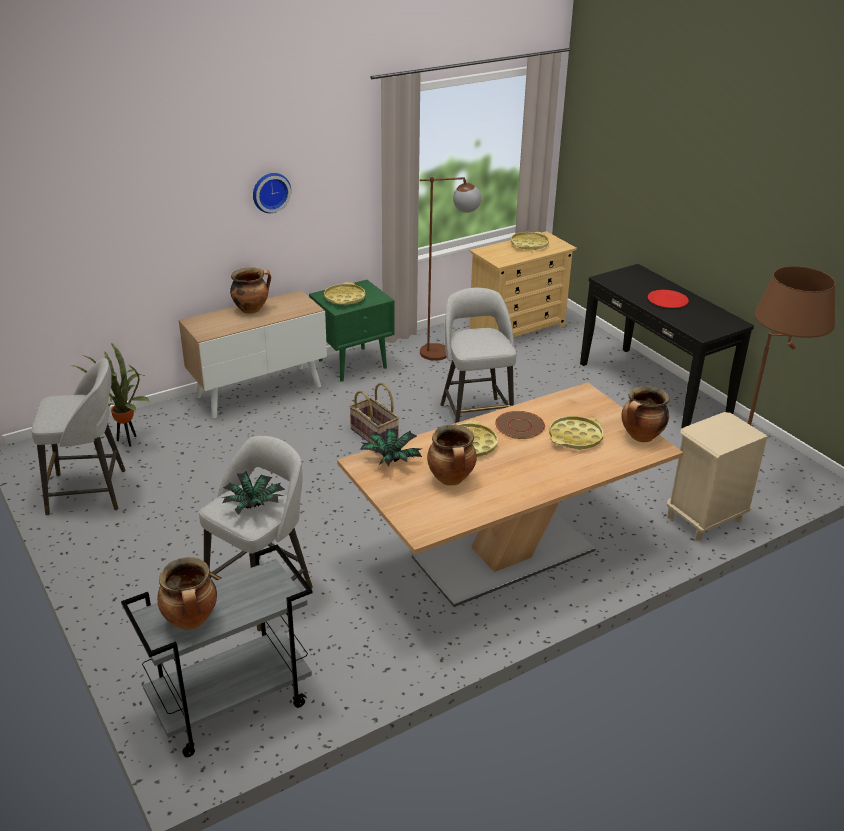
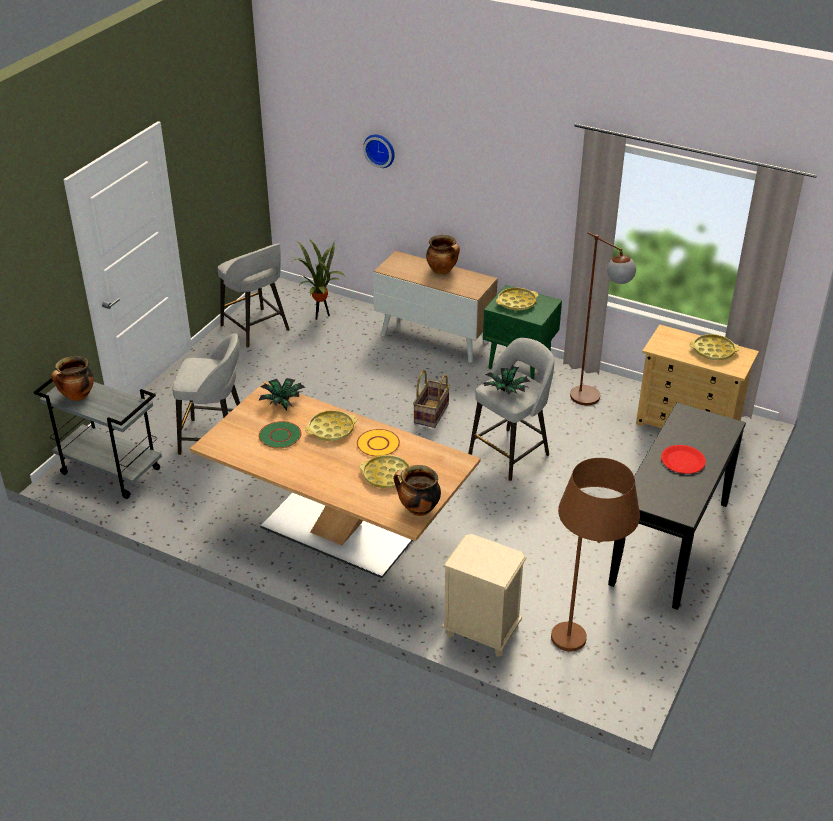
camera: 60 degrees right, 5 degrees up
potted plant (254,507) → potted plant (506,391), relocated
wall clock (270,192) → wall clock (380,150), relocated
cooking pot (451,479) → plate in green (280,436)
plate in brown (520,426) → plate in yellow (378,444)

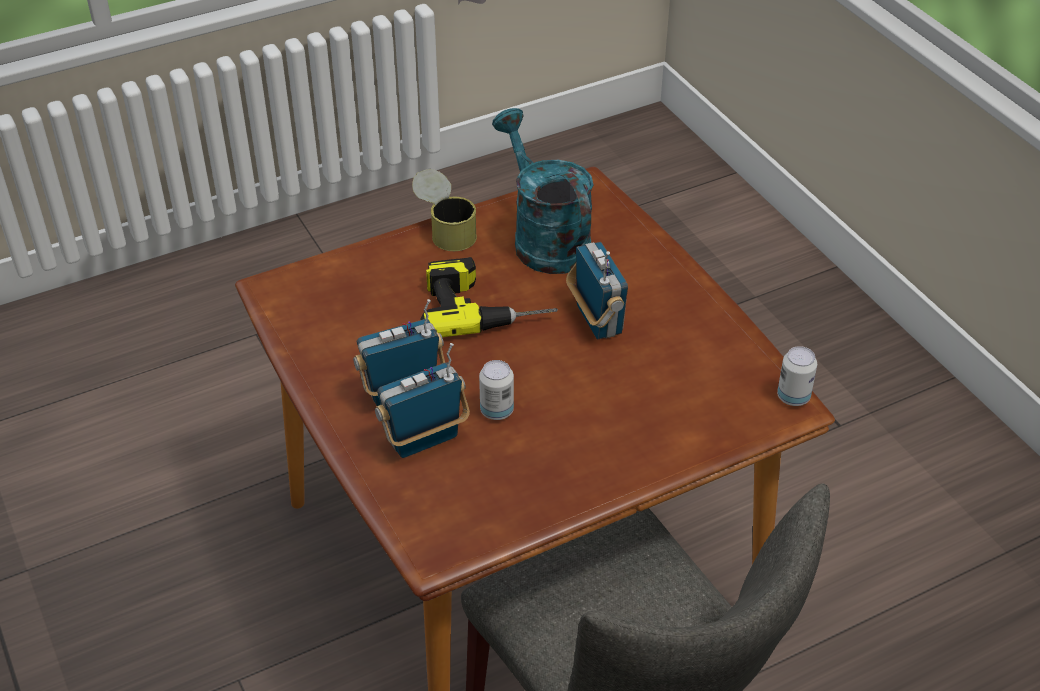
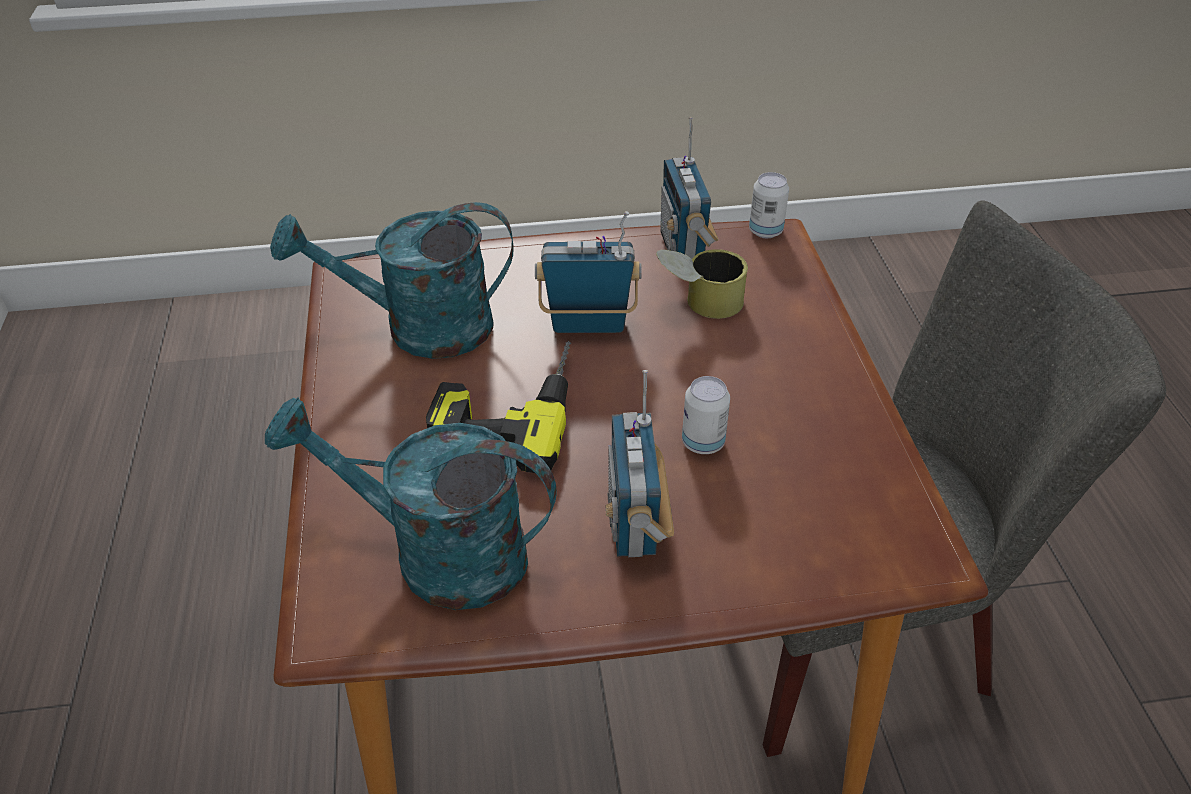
camera: 70 degrees left, 0 degrees up
radio (424,440) → radio (684,248), relocated
can (446,230) → can (698,304), relocated
- → watering can in turquoise (437,554)

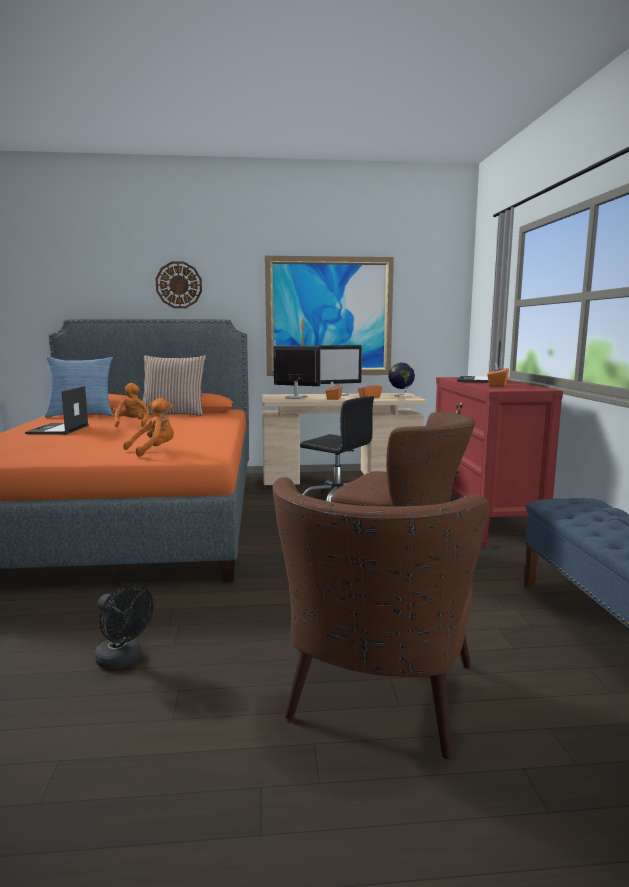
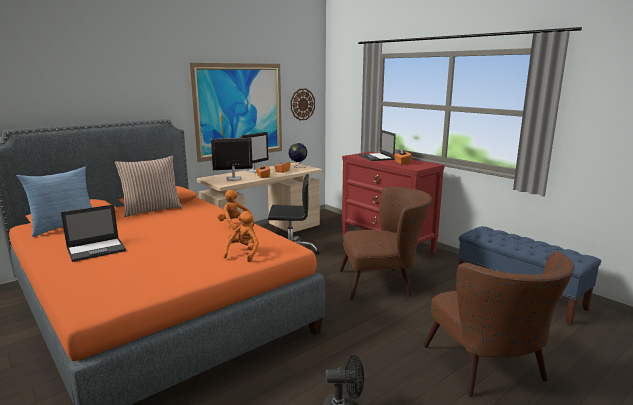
camera: 35 degrees left, 5 degrees up
laptop (58,429) → laptop (97,249), 90 degrees counterclockwise
plush toy in orange (131,424) → plush toy in orange (234,225), relocated
wall clock (179,285) → wall clock (302,104), relocated

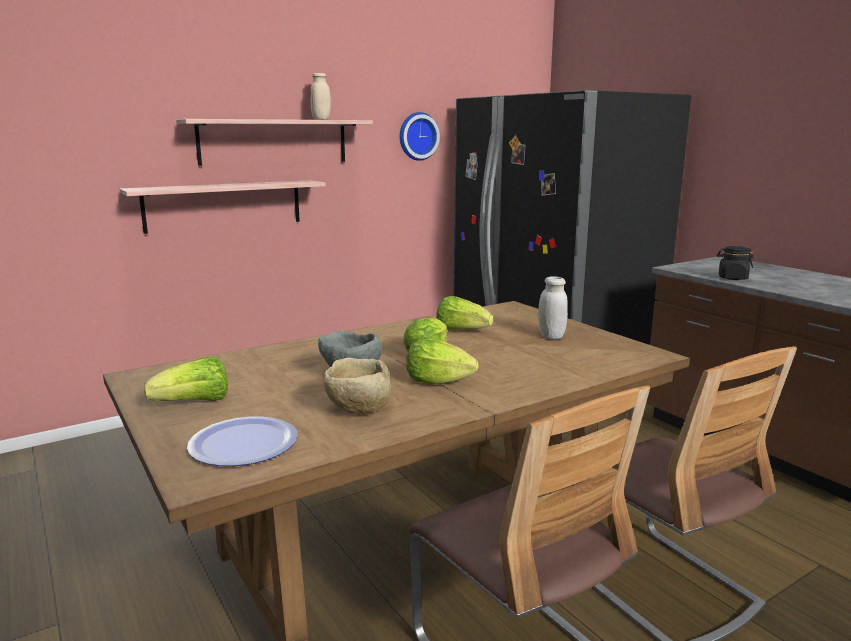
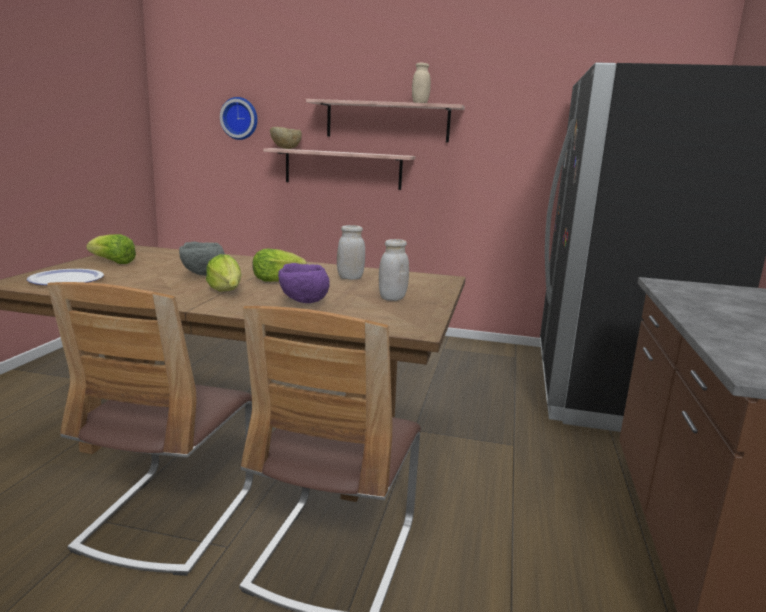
camera: 45 degrees right, 0 degrees up
bowl in beige (358,411) → bowl in beige (285,148), relocated
wall clock (417,136) → wall clock (240,118), relocated
lettuce (461,330) → jar in white (350,278)
jar in black (732,278) → -
- → bowl in purple (303,302)

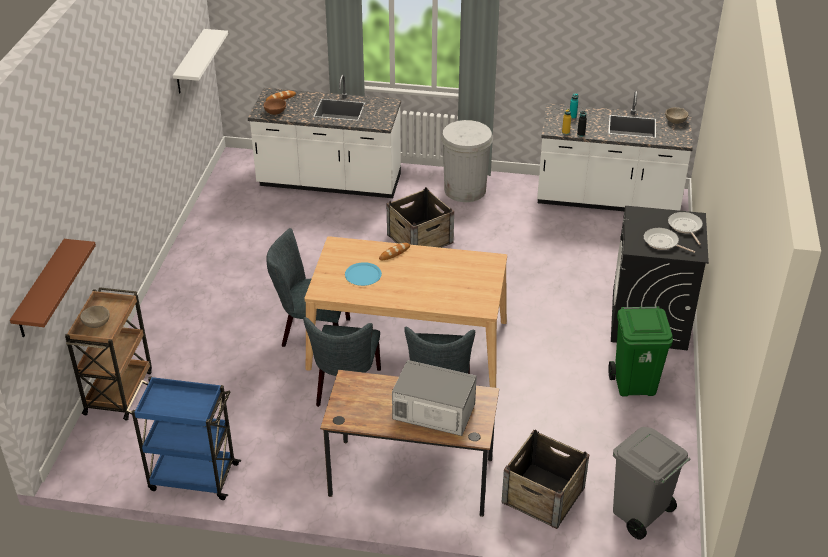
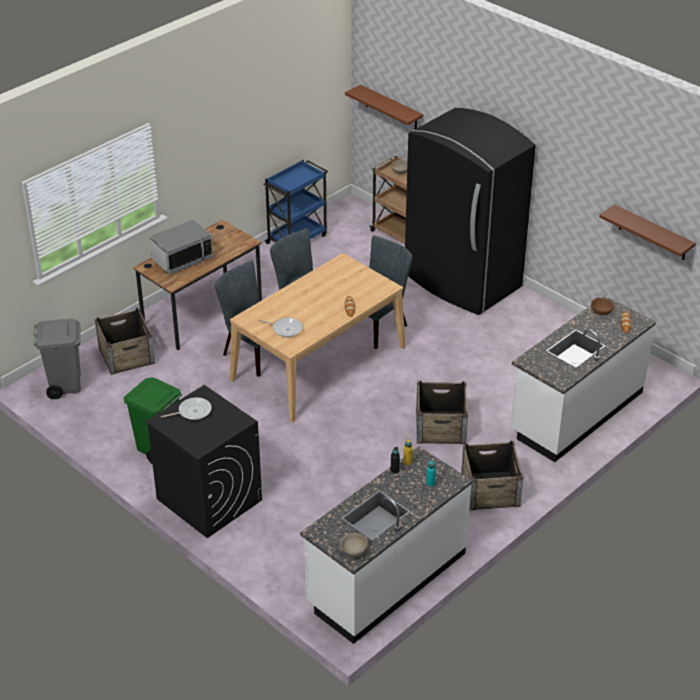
camera: 125 degrees right, 0 degrees up
shelf in white (190,62) → shelf in brown (652,233)
plate in blue (363,275) → -
trash can in white (465,190) → crate (490,490)
frying pan (685,227) → frying pan (285,329), relocated
- → fridge in black (462,282)

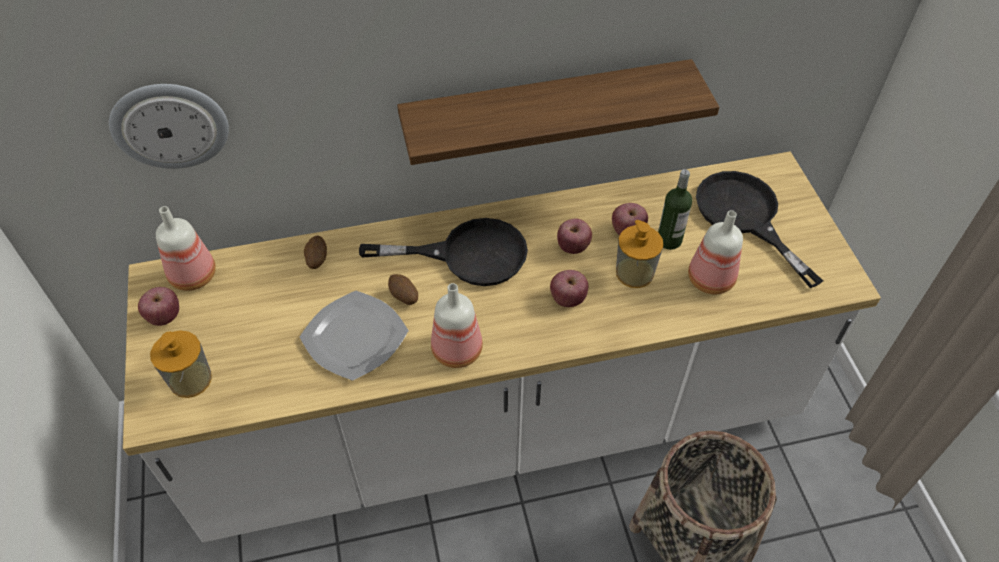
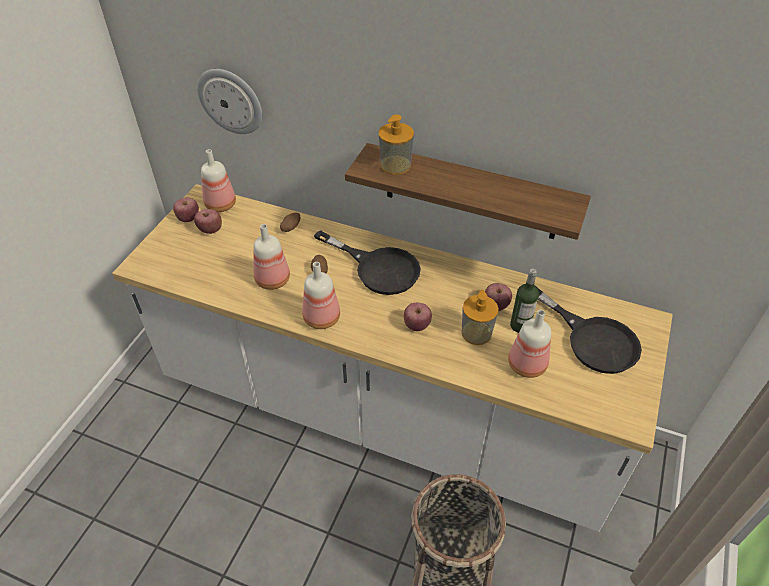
camera: 35 degrees right, 5 degrees down
soap dispenser (190,379) → soap dispenser (395,165), relocated
plate (353,337) → bottle (271,279)
apple (573,247) → apple (210,230), relocated
frying pan in black (745,217) → frying pan in black (592,339), 135 degrees clockwise

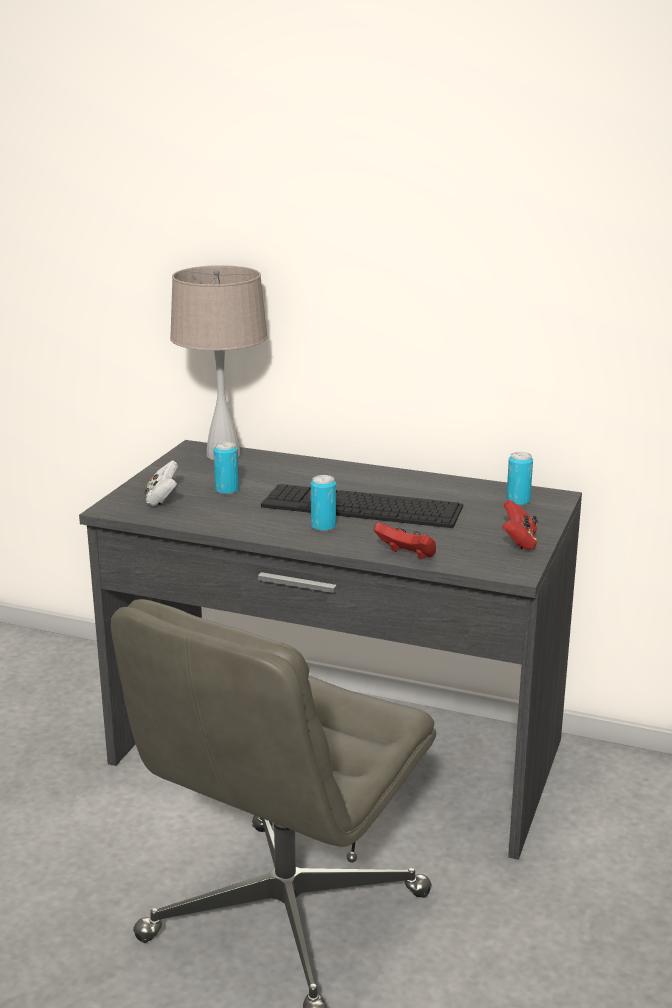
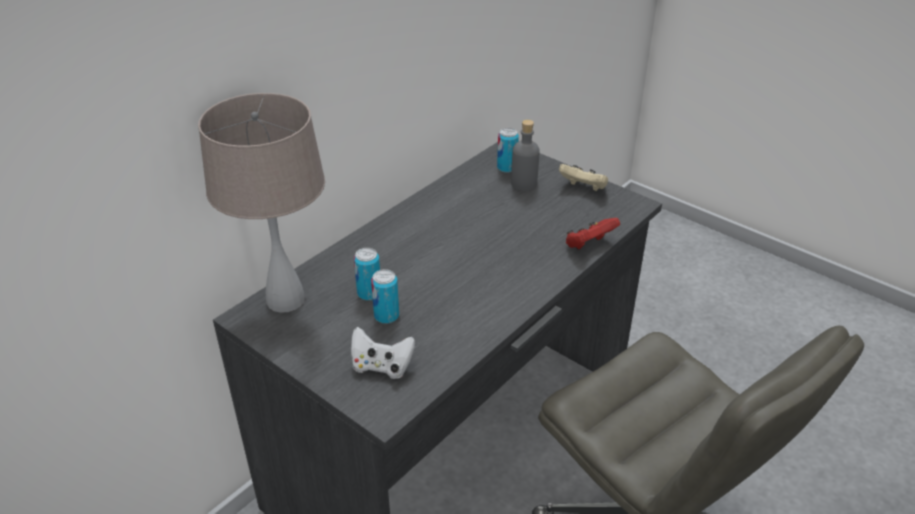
camera: 70 degrees left, 15 degrees up
keyboard (362,506) → -
can (323,526) → can (369,293), relocated
game controller in red (519,542) → game controller in beige (583,188)
- → bottle in grey (524,184)

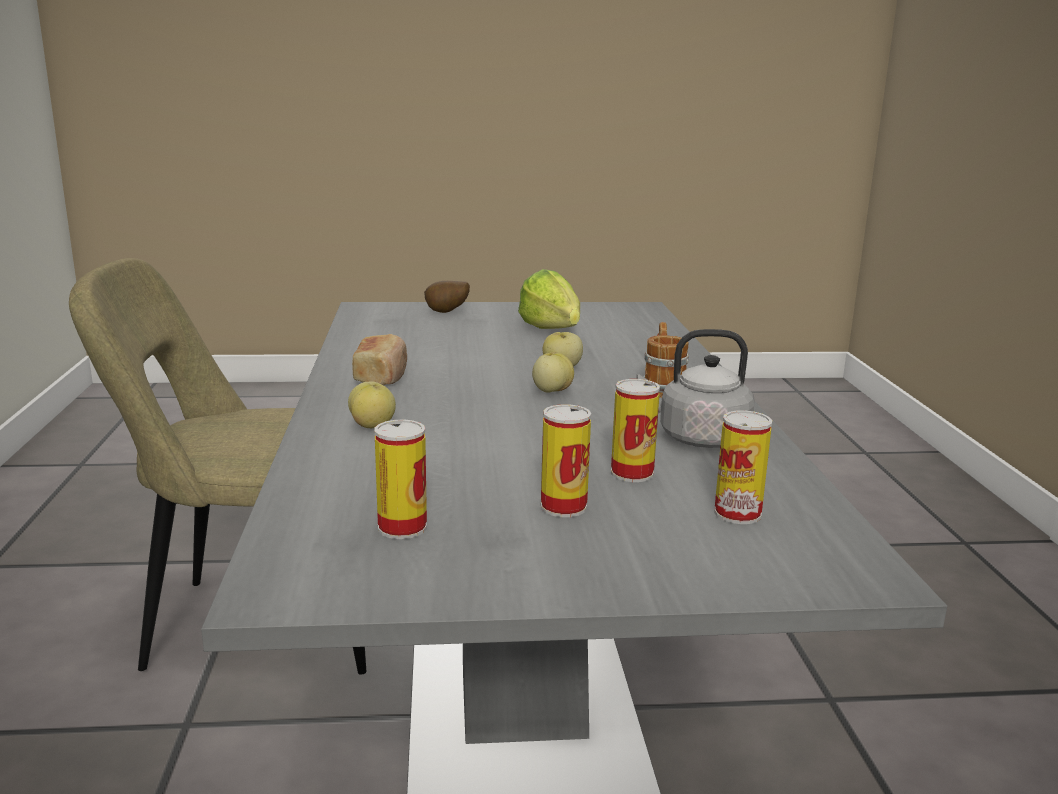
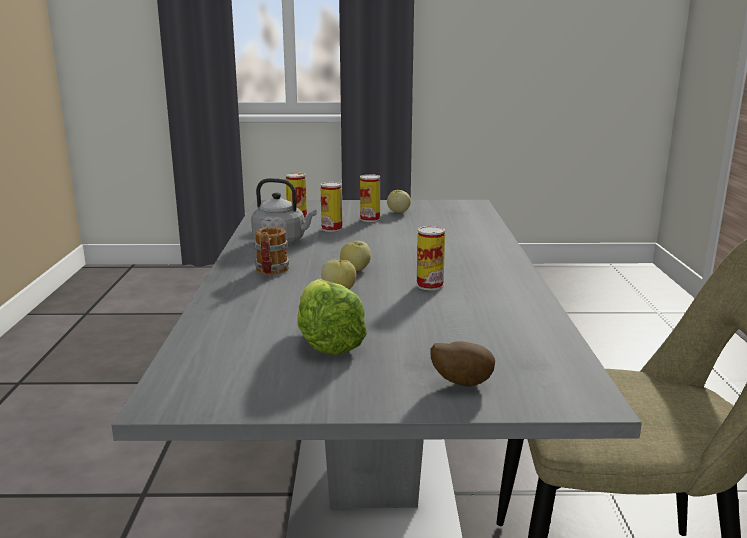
camera: 175 degrees left, 0 degrees up
apple (372,426) → apple (398,212), relocated
bread (382,375) → -
can (402,527) → can (429,285), relocated

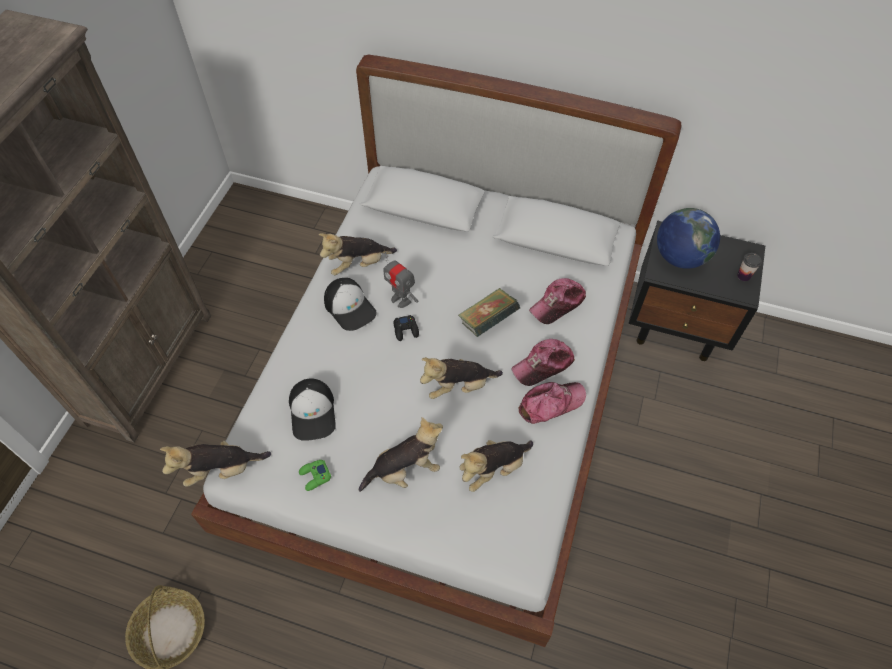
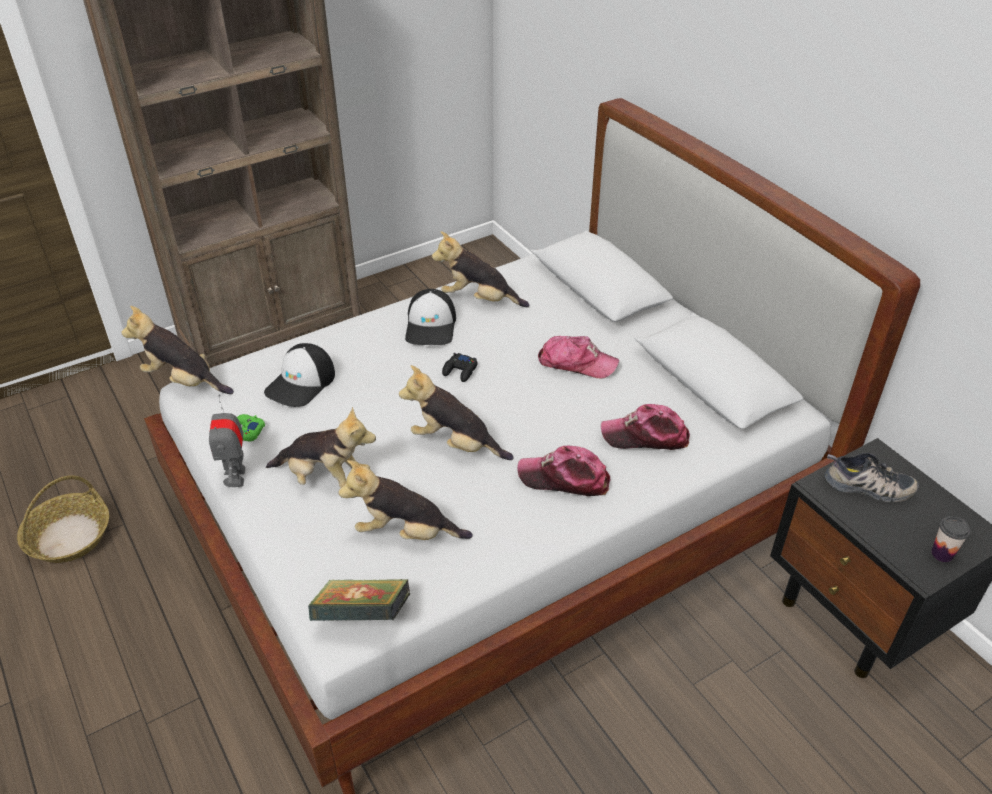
camera: 40 degrees right, 15 degrees down
toy robot (401,299) → toy robot (236,476), relocated
book (487,322) → book (362,617), relocated
cap (551,404) → cap (576,363), relocated
globe (680,257) → shoe (867,487)

